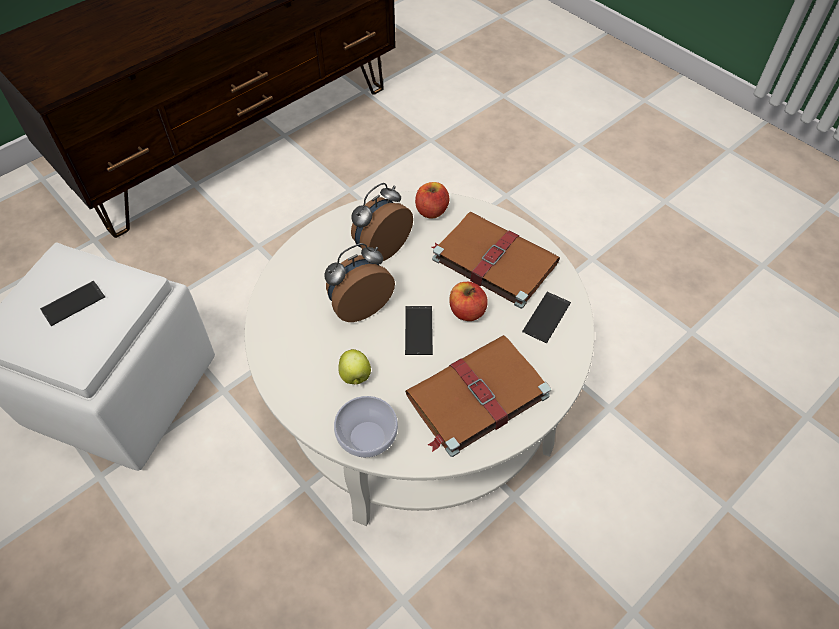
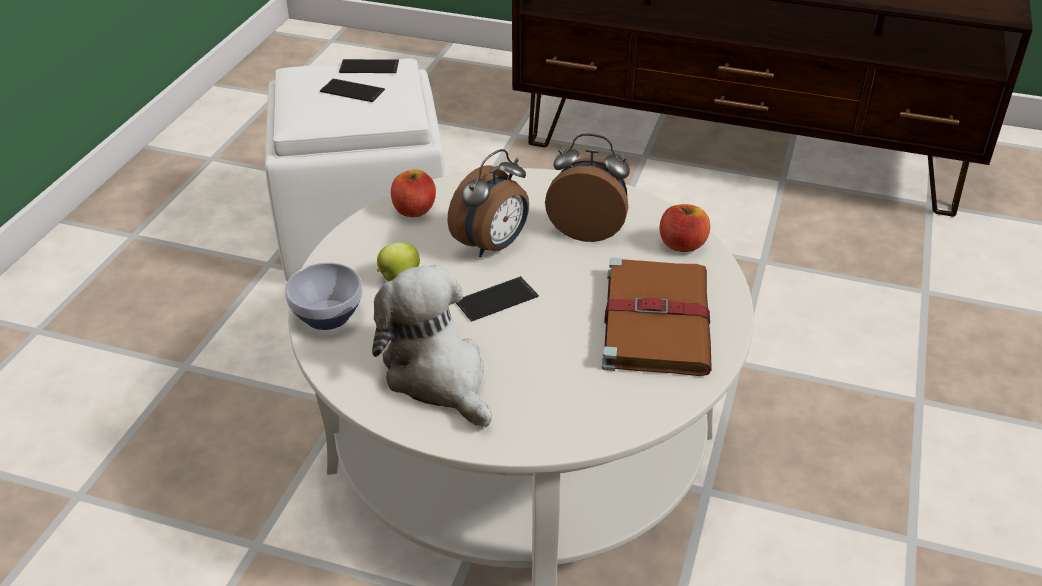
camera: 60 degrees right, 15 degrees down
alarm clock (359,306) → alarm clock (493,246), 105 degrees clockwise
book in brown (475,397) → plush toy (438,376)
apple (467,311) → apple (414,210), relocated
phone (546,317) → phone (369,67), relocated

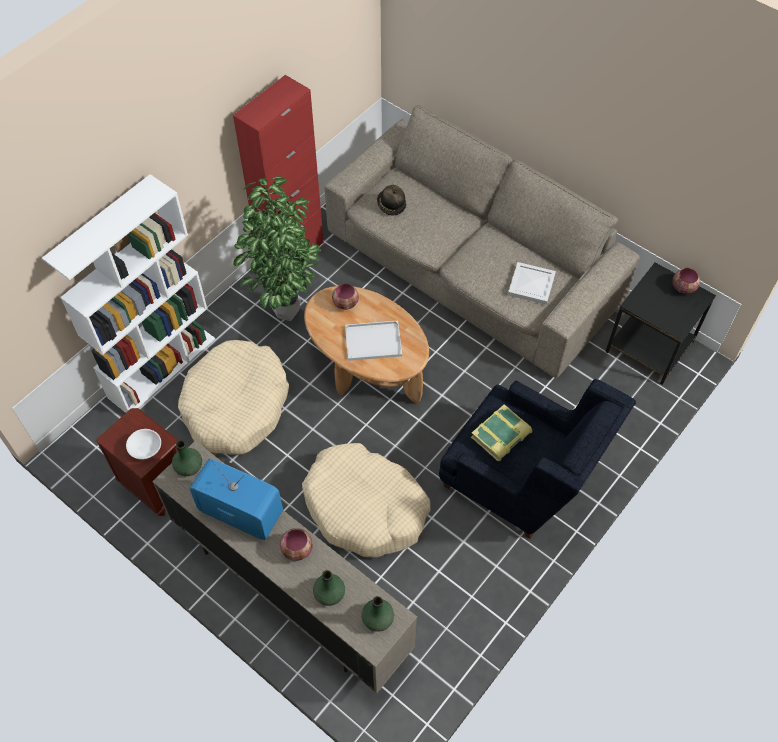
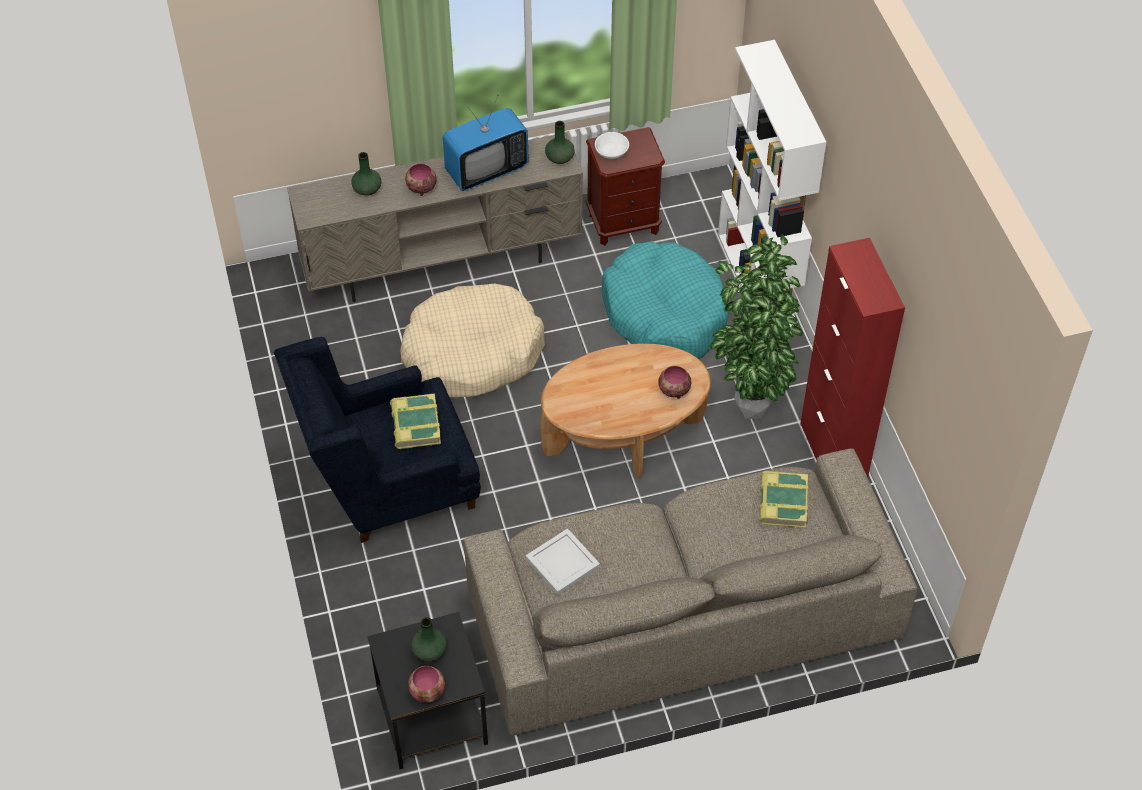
camera: 125 degrees right, 5 degrees down
dog bed in beige (236,406) → dog bed in turquoise (665,314)
tray in white (374,340) → -
vase in green (378,618) → vase in green (429,651), relocated
hat (391,205) → book (782,503)

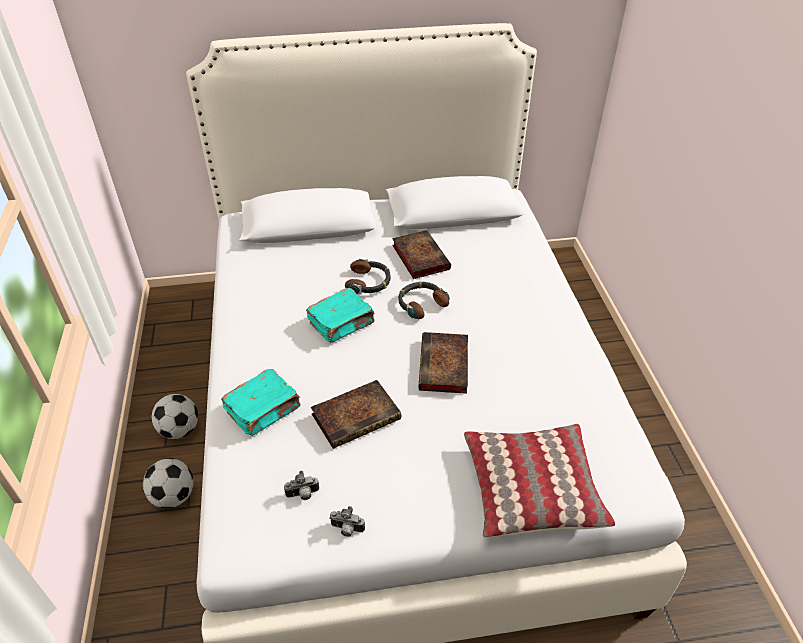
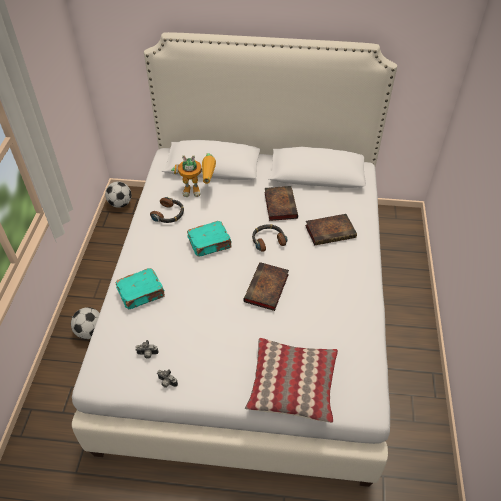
camera: 15 degrees right, 5 degrees up
football (179,430) → football (120,204), relocated
book (357,416) → book (331,231), relocated
headphones (369,282) → headphones (169,214), relocated
- → toy robot (199,190)

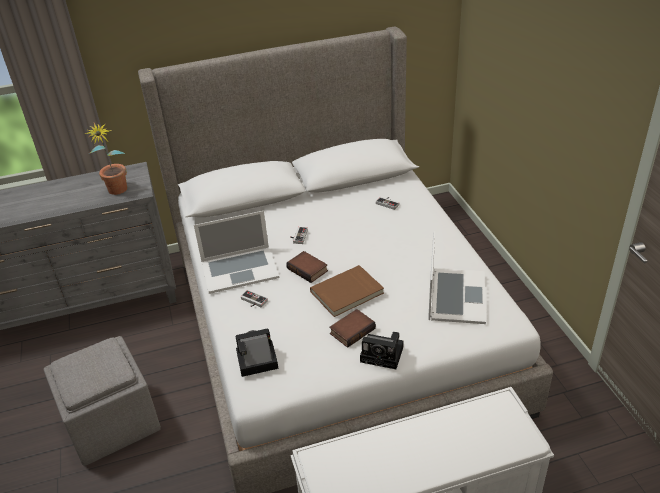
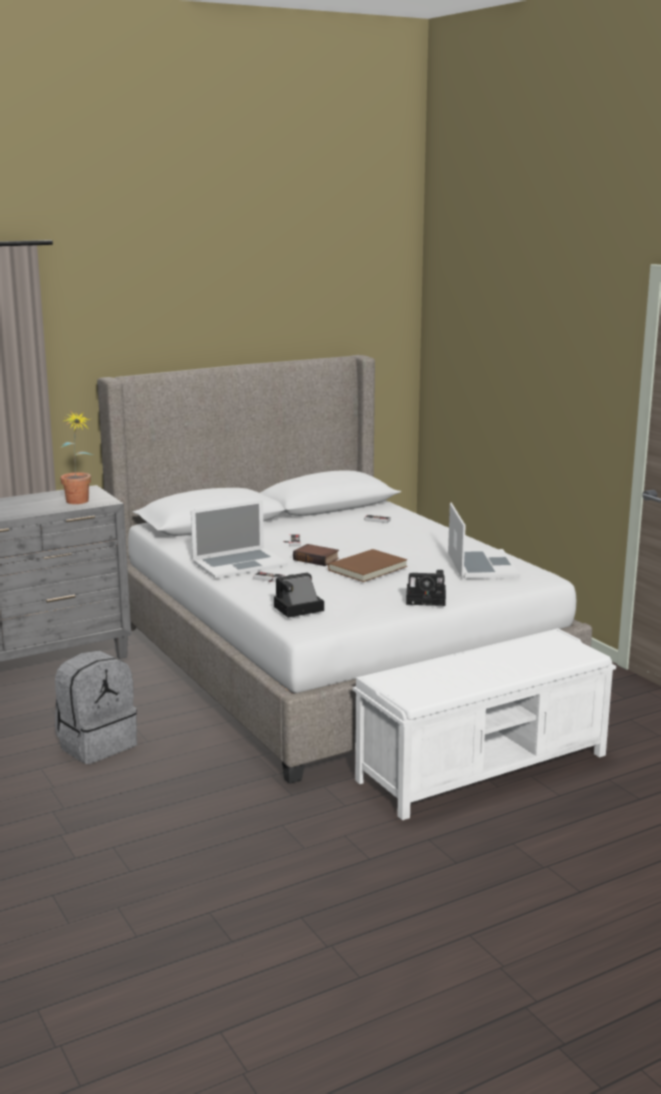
camera: 15 degrees left, 20 degrees down
ottoman in grey (112,421) → backpack in grey (96,745)
book (352,330) → -

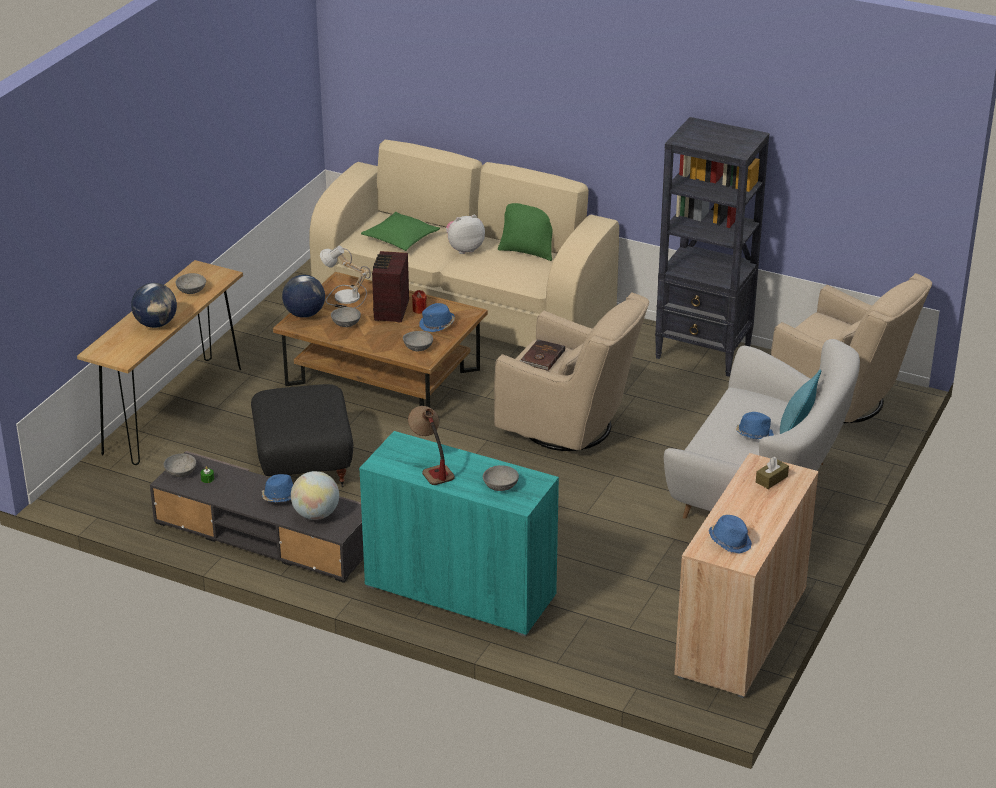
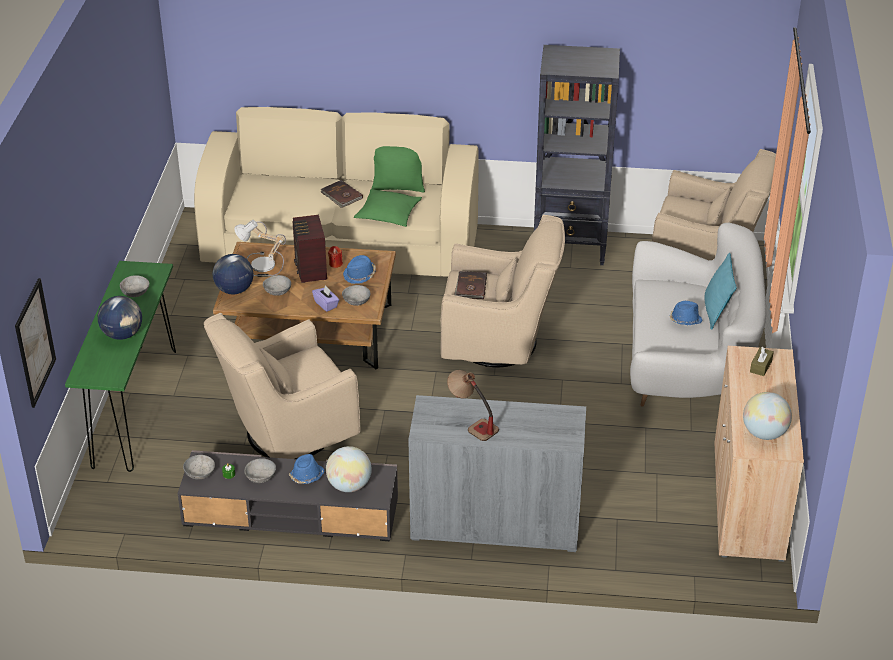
camera: 20 degrees left, 5 degrees up
console table in brown (173,410) → console table in green (134,407)
ottoman in black (302,464) → armchair in beige (286,433)
cabinet in turquoise (460,591) → cabinet in grey (495,523)
pillow in green (400,239) → pillow in green (388,214), relocated
plush toy (464,249) → book in brown (341,196)
bowl in grey (501,486) → bowl in grey (261,477), relocated
hat in blue (730,541) → globe (764,433)
- → picture (35,343)
- → tissue box in purple (326,304)

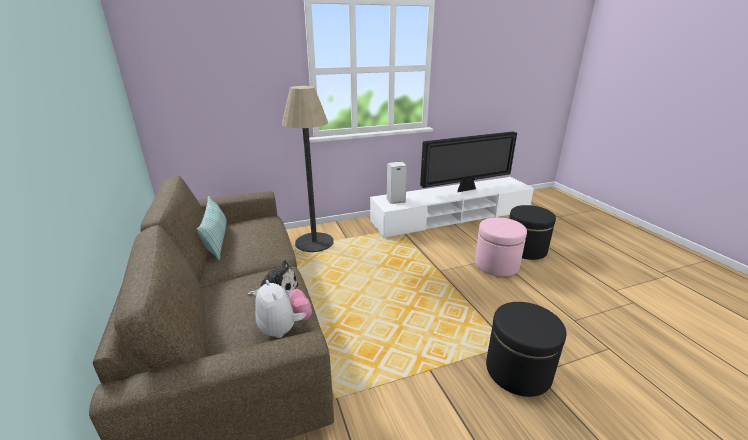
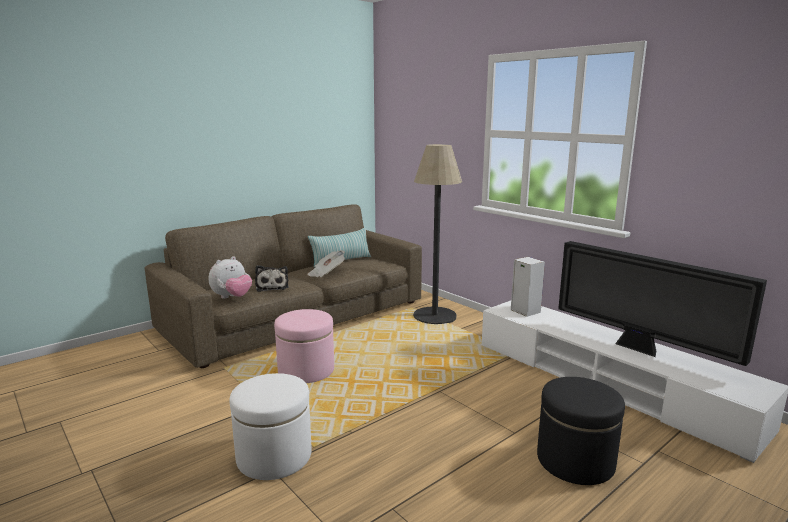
camera: 70 degrees right, 10 degrees down
ottoman in pink (496,264) → ottoman in pink (306,370), relocated
ottoman in black (518,370) → ottoman in white (274,456)
- → newspaper (326,273)

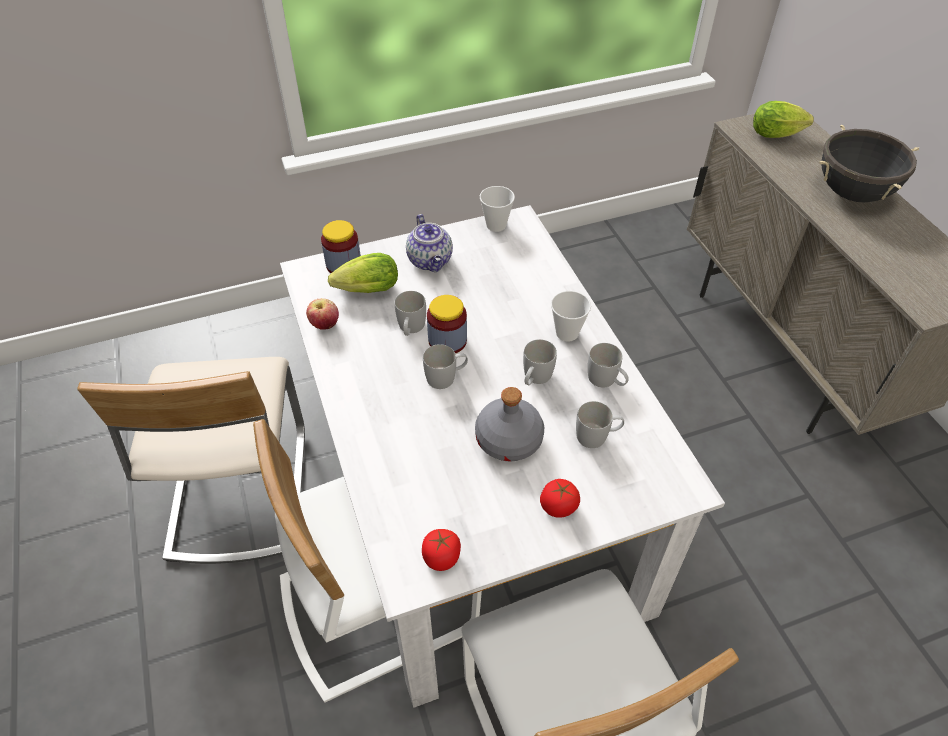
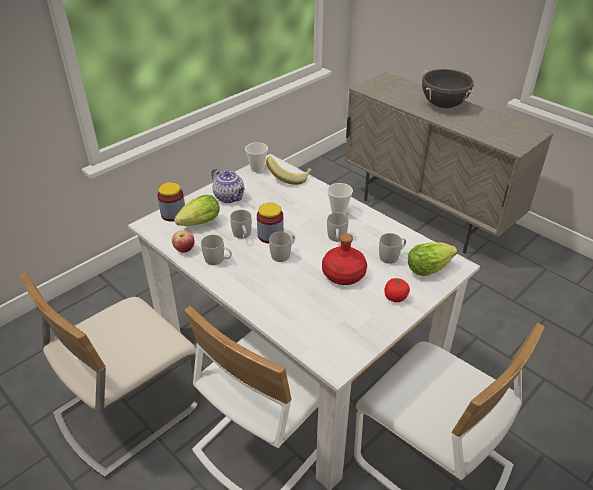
camera: 25 degrees left, 10 degrees down
chair in beige (237,492) → chair in beige (128,410), 75 degrees clockwise
tomato (441,557) → -
bottle in grey (508,440) → bottle in red (344,274)
mug in white (606,381) → mug in white (218,260), relocated
lettuce (778,135) → lettuce (431,268), relocated
- → banana (289,178)

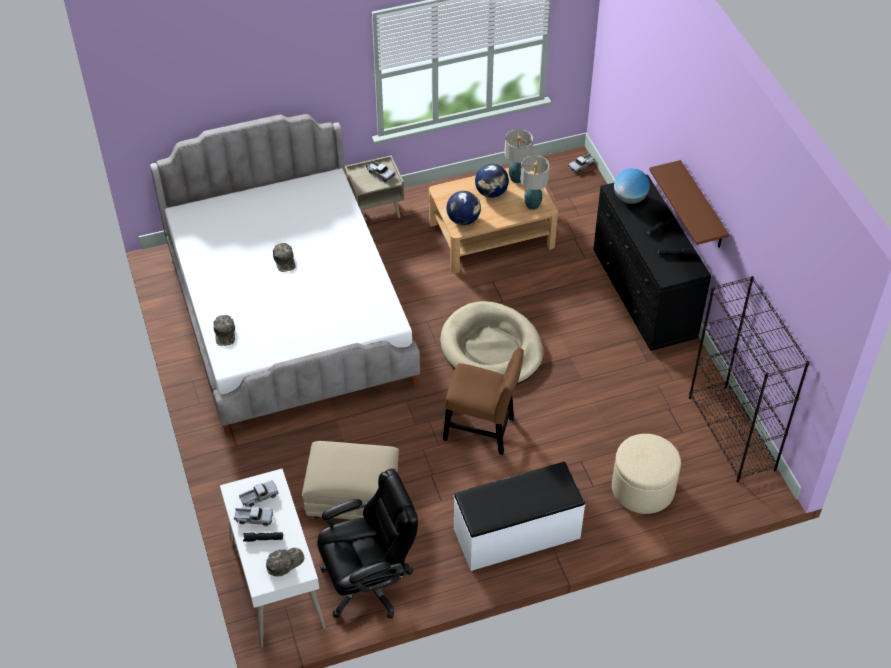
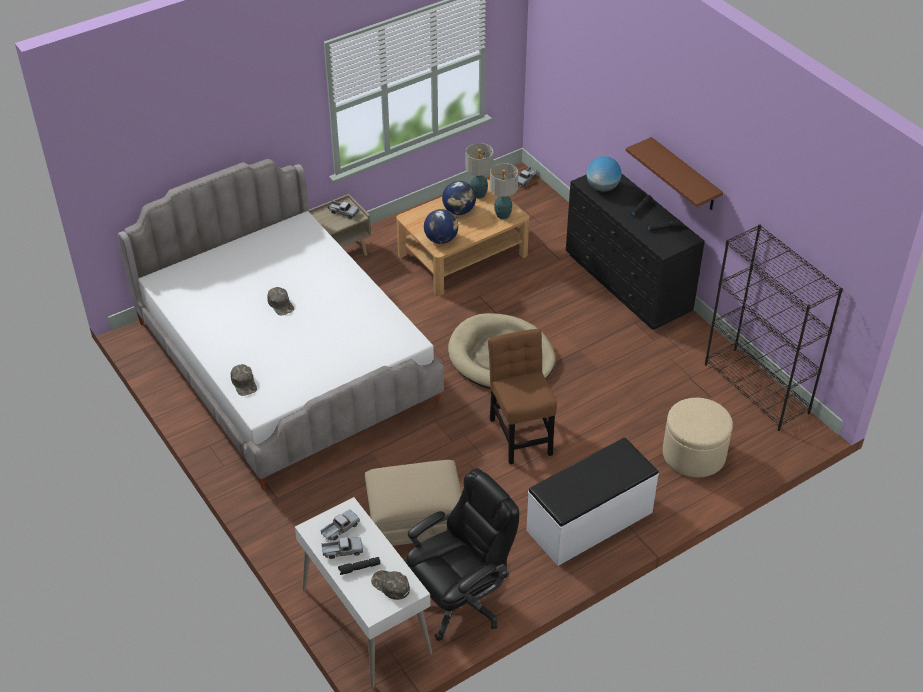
camera: 15 degrees left, 5 degrees down
cap in green (285,562) → cap in green (390,586), 90 degrees counterclockwise
chair in brown (482,430) → chair in brown (520,433), 105 degrees counterclockwise

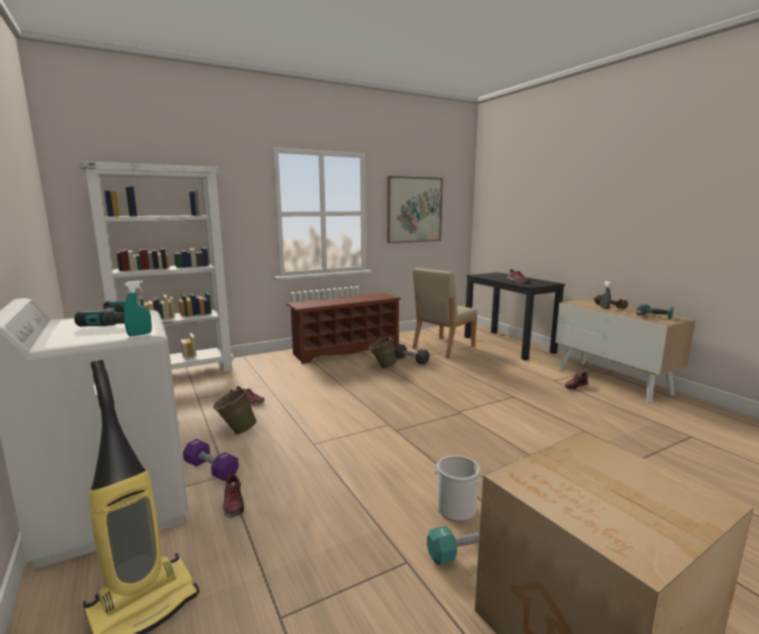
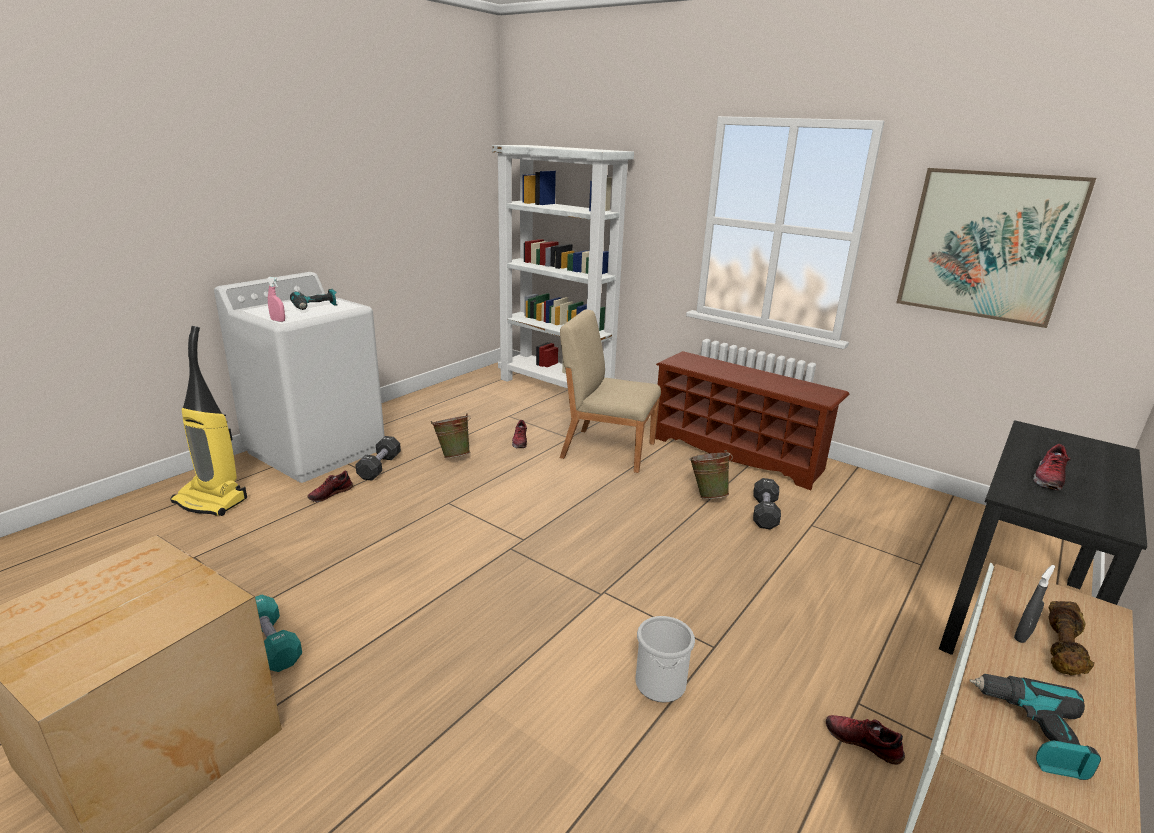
camera: 65 degrees right, 10 degrees up
spray bottle in turquoise (139,334) → spray bottle in pink (278,320)
dumbbell in purple (211,469) → dumbbell in black (379,467)
chair in beige (443,347) → chair in beige (607,449), relocated
bucket (456,509) → bucket (660,684), relocated

